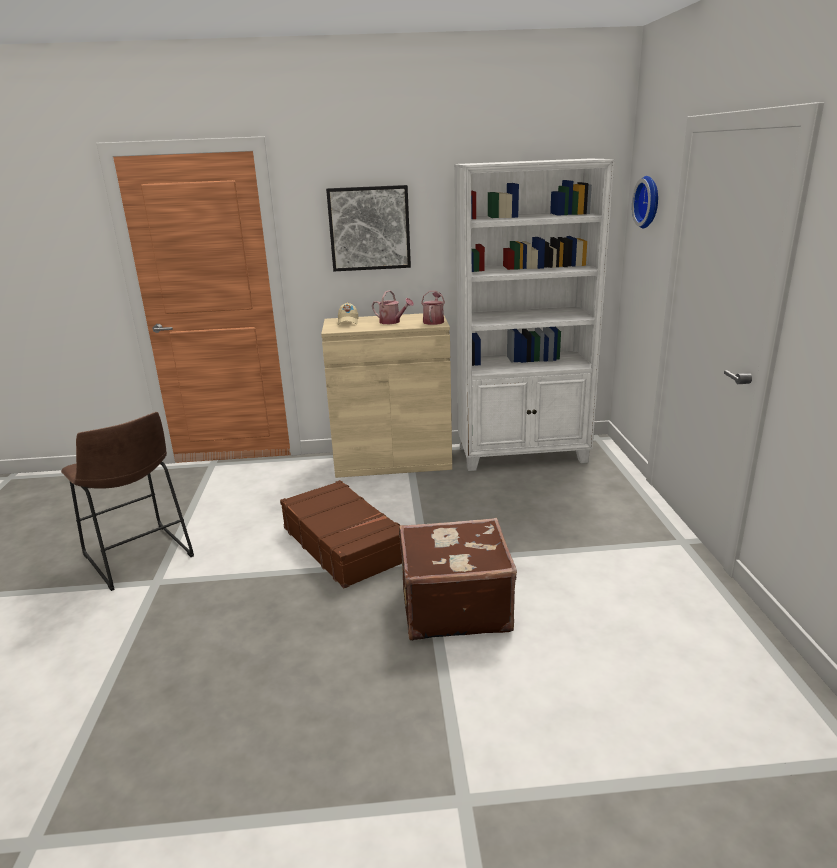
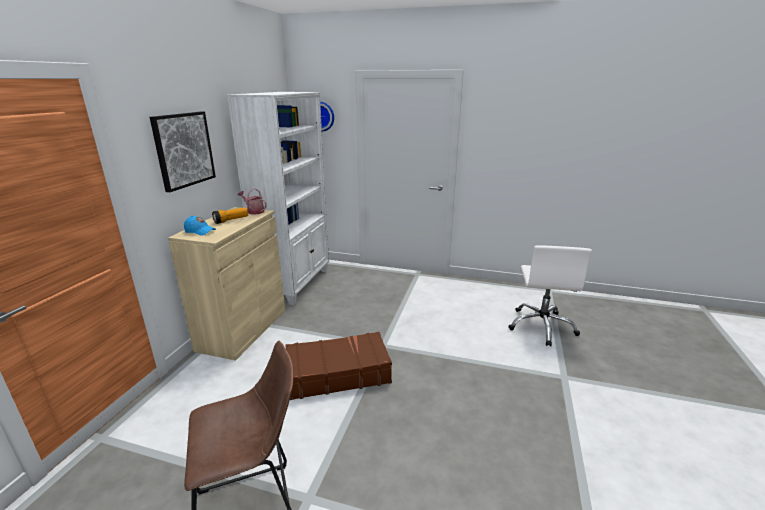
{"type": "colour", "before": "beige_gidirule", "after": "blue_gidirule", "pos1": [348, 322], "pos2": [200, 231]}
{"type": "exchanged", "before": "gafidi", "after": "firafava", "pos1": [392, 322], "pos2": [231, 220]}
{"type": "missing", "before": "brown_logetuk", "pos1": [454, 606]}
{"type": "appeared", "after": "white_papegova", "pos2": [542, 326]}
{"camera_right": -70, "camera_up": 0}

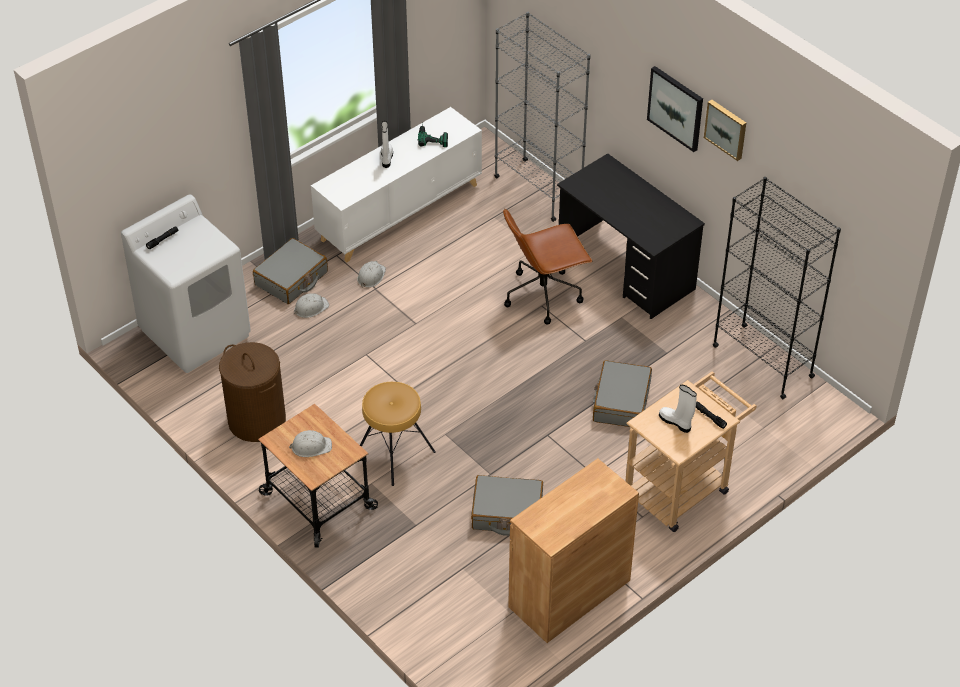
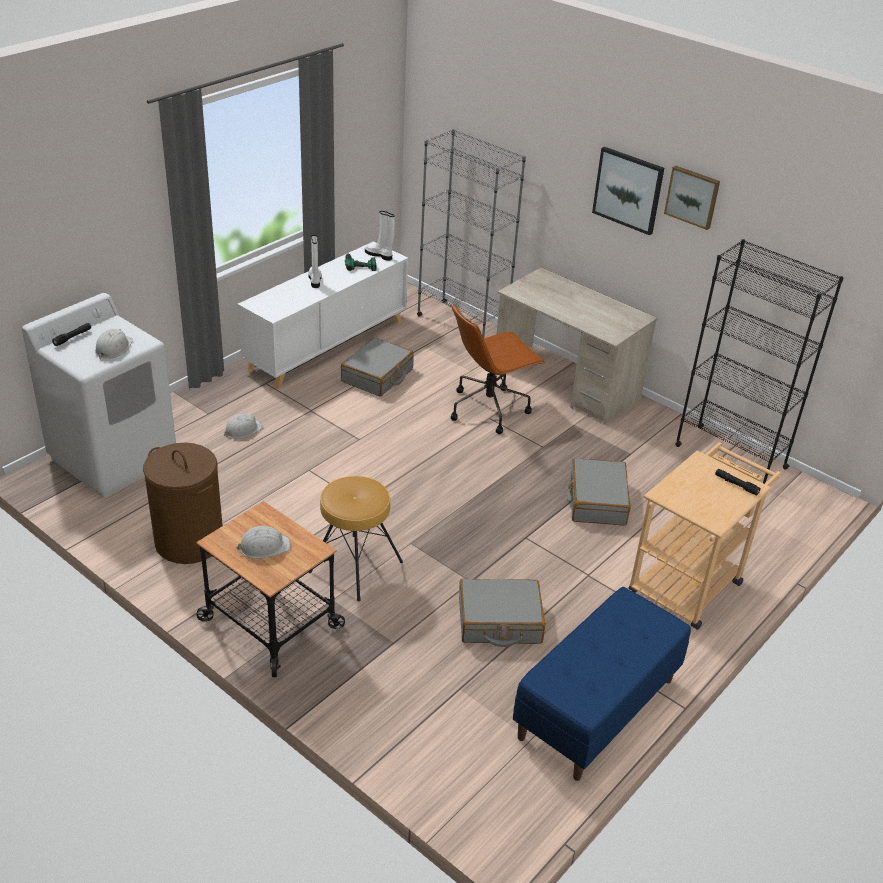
{"type": "relocated", "before": "grey_logetuk", "pos1": [291, 279], "pos2": [377, 376]}
{"type": "relocated", "before": "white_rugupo", "pos1": [371, 276], "pos2": [113, 348]}
{"type": "exchanged", "before": "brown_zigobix", "after": "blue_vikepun", "pos1": [569, 593], "pos2": [596, 709]}
{"type": "colour", "before": "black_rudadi", "after": "beige_rudadi", "pos1": [625, 268], "pos2": [566, 383]}
{"type": "relocated", "before": "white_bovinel", "pos1": [676, 422], "pos2": [379, 255]}
{"camera_right": -10, "camera_up": -10}

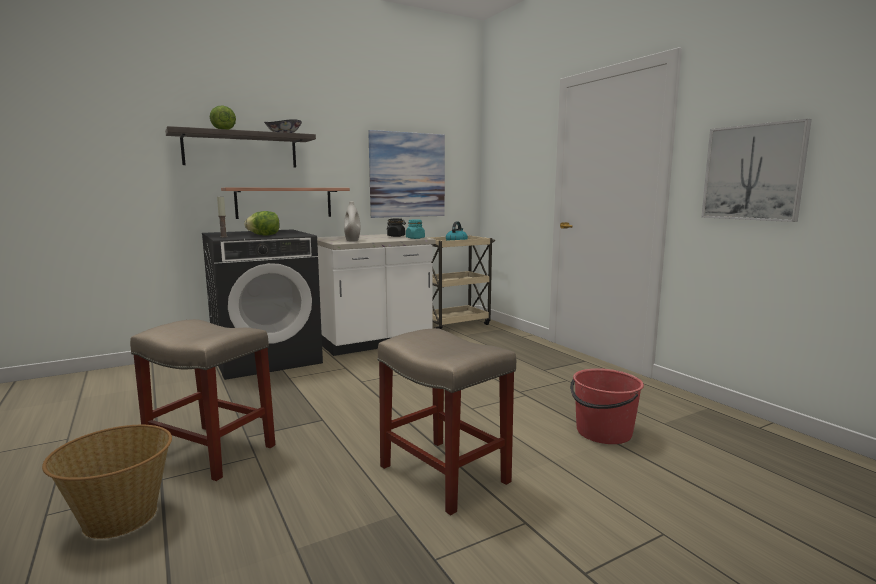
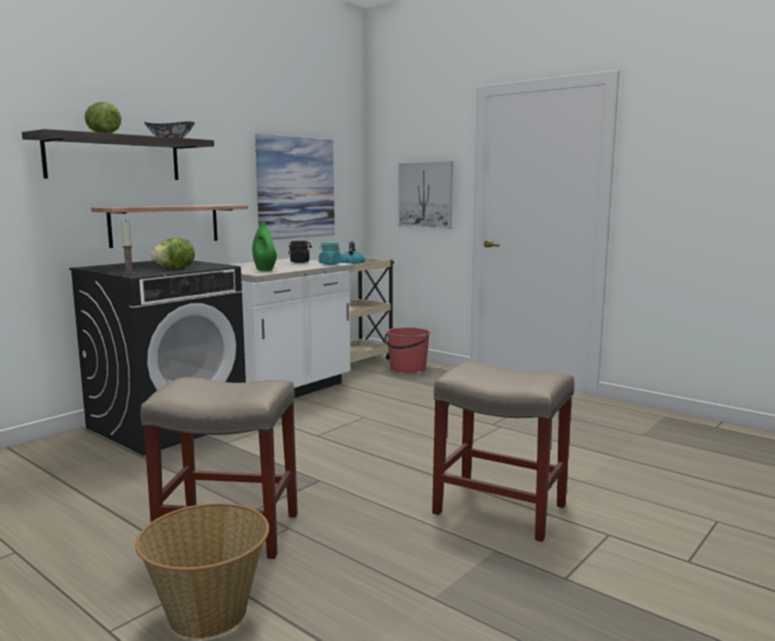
{"type": "colour", "before": "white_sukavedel", "after": "green_sukavedel", "pos1": [352, 240], "pos2": [265, 269]}
{"type": "relocated", "before": "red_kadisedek", "pos1": [603, 432], "pos2": [407, 368]}
{"type": "relocated", "before": "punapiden", "pos1": [753, 172], "pos2": [426, 195]}
{"camera_right": -20, "camera_up": 0}

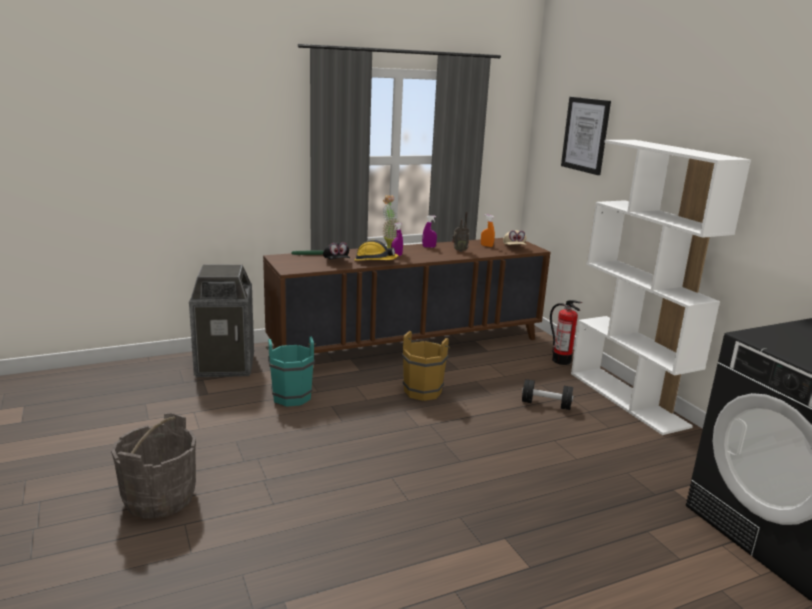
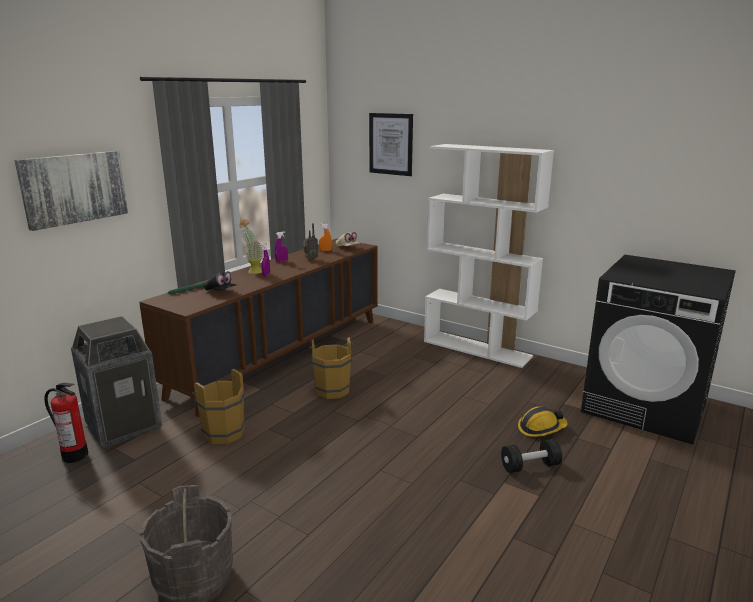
{"type": "colour", "before": "turquoise_kadisedek", "after": "brown_kadisedek", "pos1": [291, 395], "pos2": [222, 432]}
{"type": "relocated", "before": "rugupo", "pos1": [375, 261], "pos2": [541, 428]}
{"type": "relocated", "before": "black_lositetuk", "pos1": [546, 404], "pos2": [530, 466]}
{"type": "relocated", "before": "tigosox", "pos1": [561, 360], "pos2": [75, 455]}
{"type": "appeared", "after": "punapiden", "pos2": [74, 188]}
{"camera_right": -30, "camera_up": 0}

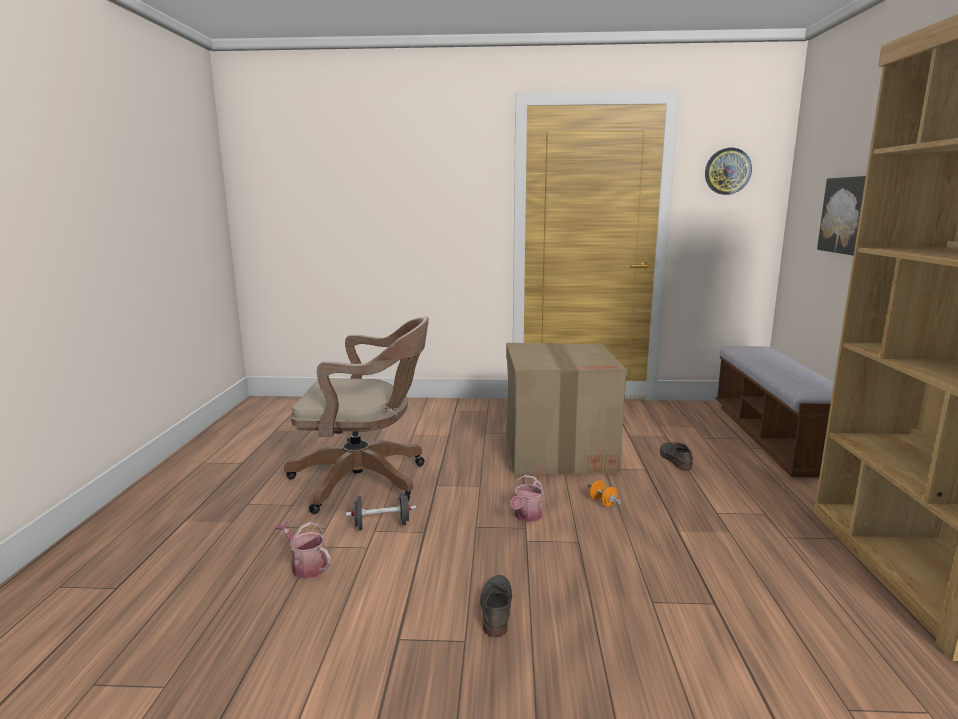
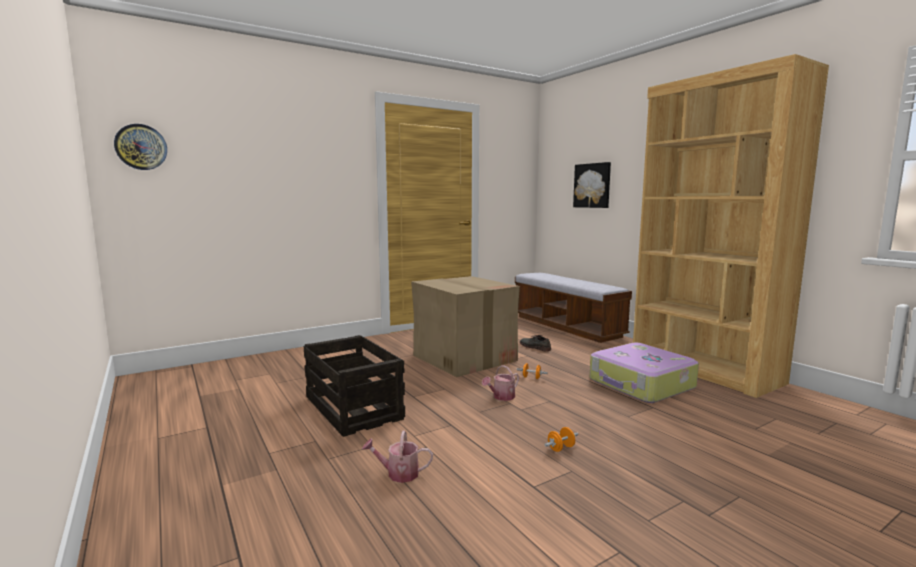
{"type": "exchanged", "before": "brown_papegova", "after": "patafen", "pos1": [366, 481], "pos2": [354, 408]}
{"type": "missing", "before": "black_lositetuk", "pos1": [382, 525]}
{"type": "exchanged", "before": "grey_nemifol", "after": "orange_lositetuk", "pos1": [496, 608], "pos2": [561, 448]}
{"type": "spun", "before": "gafidi", "pos1": [526, 516], "pos2": [501, 397], "turn": 60}
{"type": "relocated", "before": "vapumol", "pos1": [727, 171], "pos2": [141, 147]}
{"type": "appeared", "after": "logetuk", "pos2": [641, 384]}
{"camera_right": -35, "camera_up": -5}

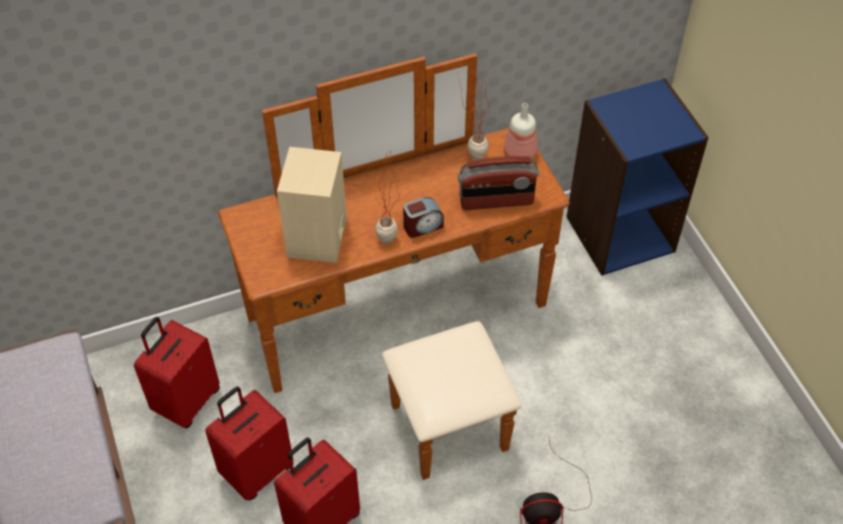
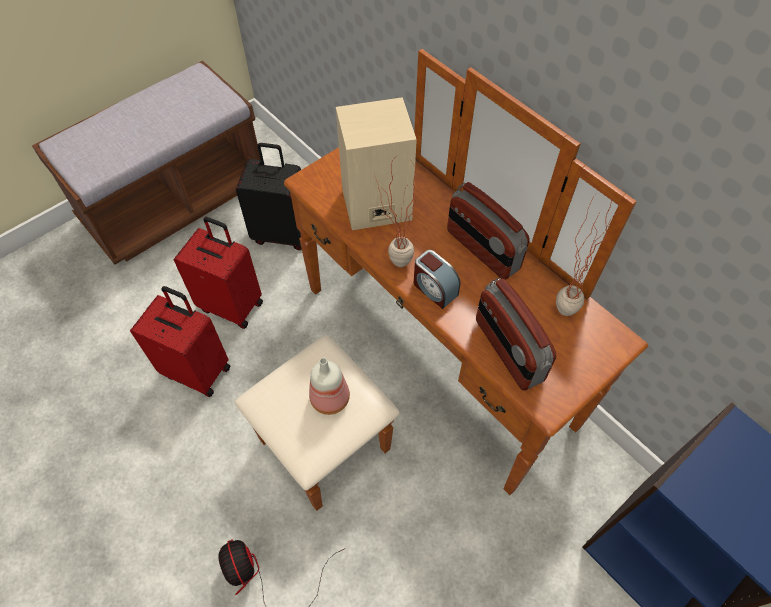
{"type": "colour", "before": "red_logetuk", "after": "black_logetuk", "pos1": [186, 401], "pos2": [282, 233]}
{"type": "relocated", "before": "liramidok", "pos1": [520, 154], "pos2": [331, 398]}
{"type": "appeared", "after": "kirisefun", "pos2": [482, 250]}
{"camera_right": 70, "camera_up": 5}

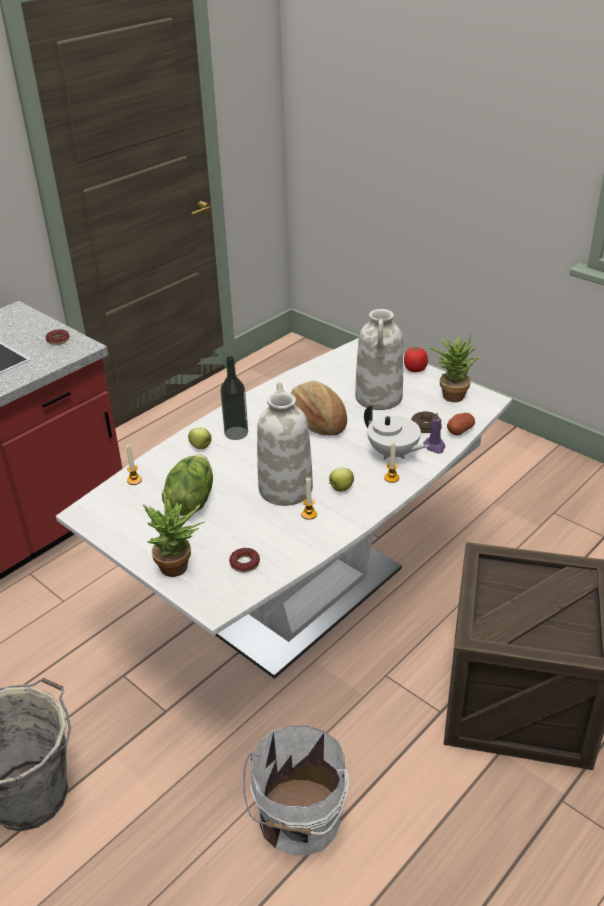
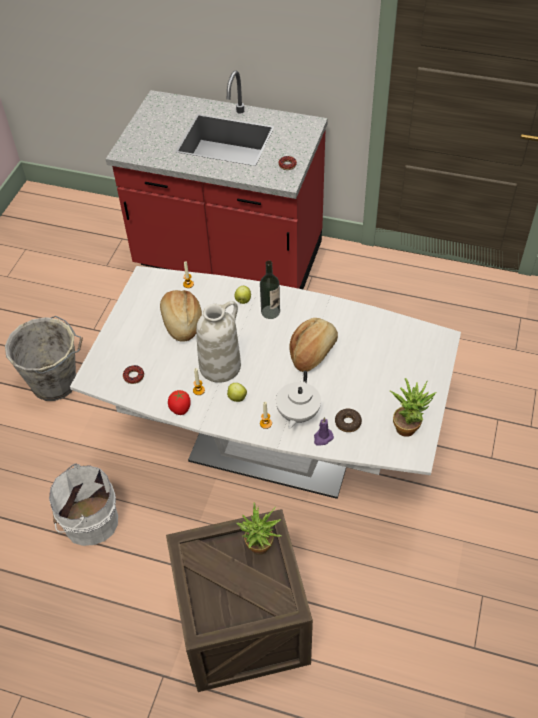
{"type": "relocated", "before": "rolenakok", "pos1": [179, 568], "pos2": [260, 549]}
{"type": "exchanged", "before": "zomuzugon", "after": "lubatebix", "pos1": [190, 501], "pos2": [181, 322]}
{"type": "missing", "before": "white_sukavedel", "pos1": [379, 398]}
{"type": "relocated", "before": "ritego", "pos1": [415, 369], "pos2": [180, 409]}
{"type": "missing", "before": "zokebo", "pos1": [460, 430]}
{"camera_right": 65, "camera_up": 15}

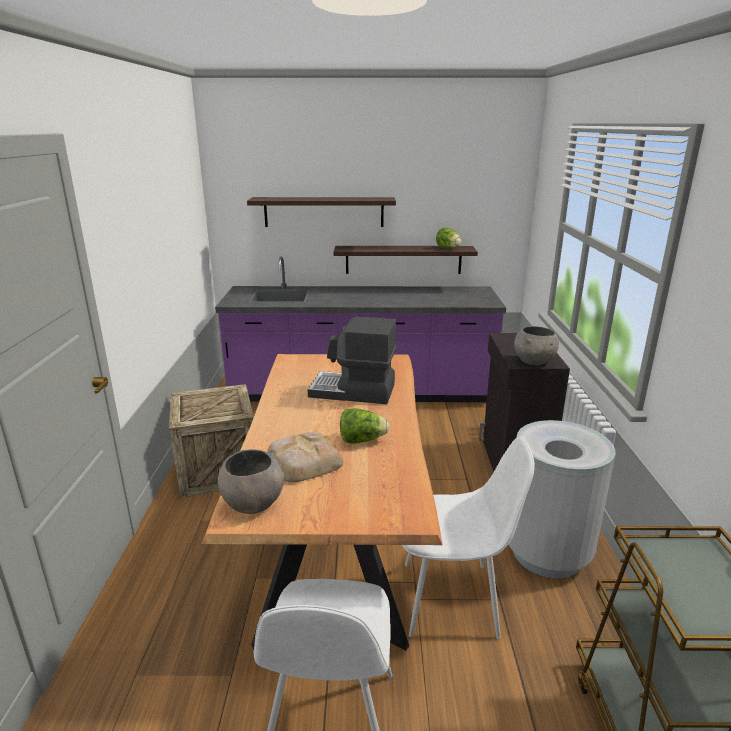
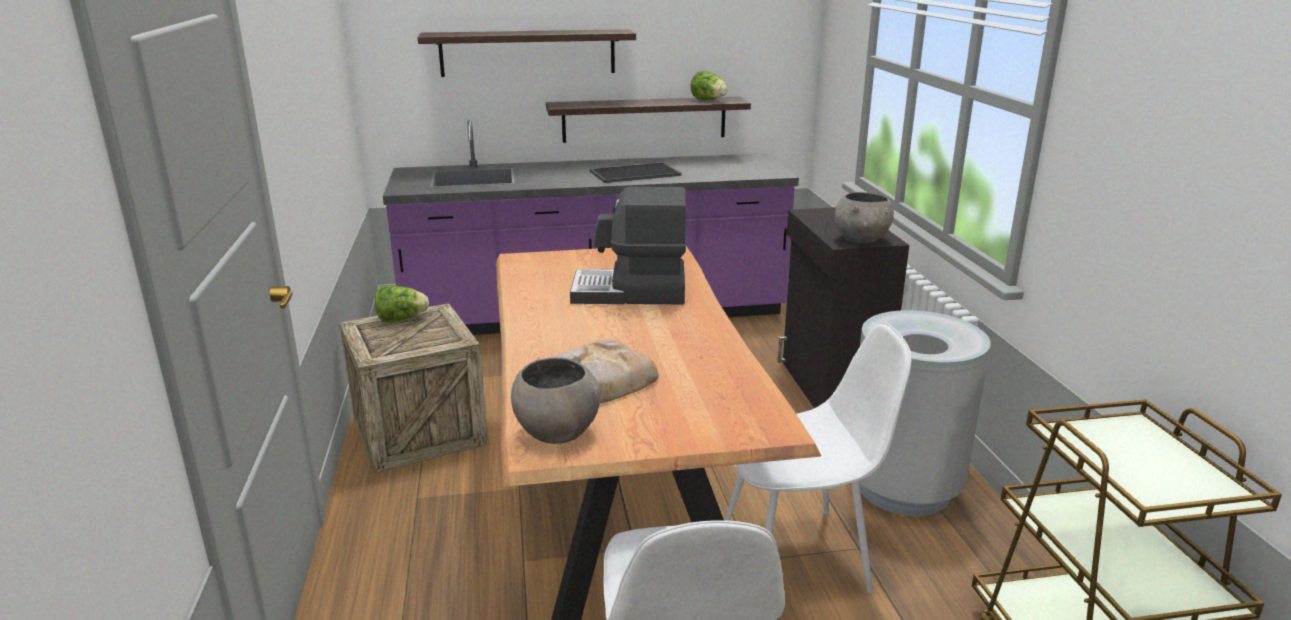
{"type": "relocated", "before": "zomuzugon", "pos1": [362, 440], "pos2": [401, 319]}
{"type": "appeared", "after": "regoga", "pos2": [634, 174]}
{"camera_right": -10, "camera_up": 0}

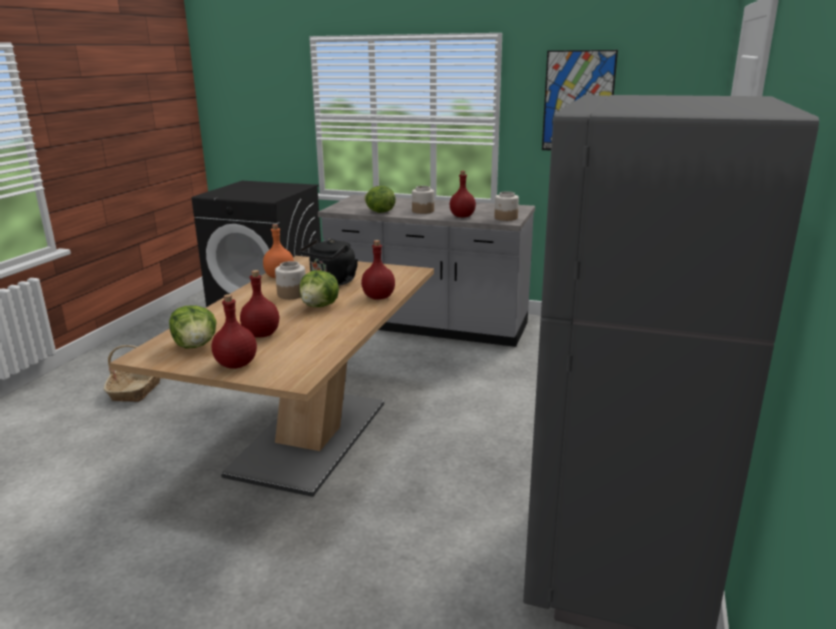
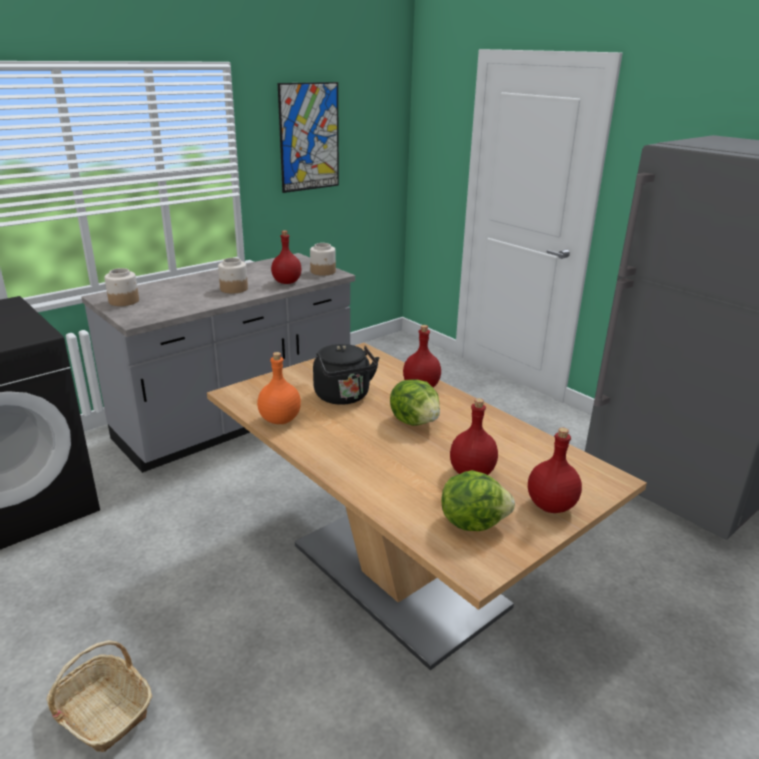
{"type": "relocated", "before": "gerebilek", "pos1": [291, 294], "pos2": [123, 301]}
{"type": "missing", "before": "zomuzugon", "pos1": [379, 212]}
{"camera_right": -60, "camera_up": 5}

